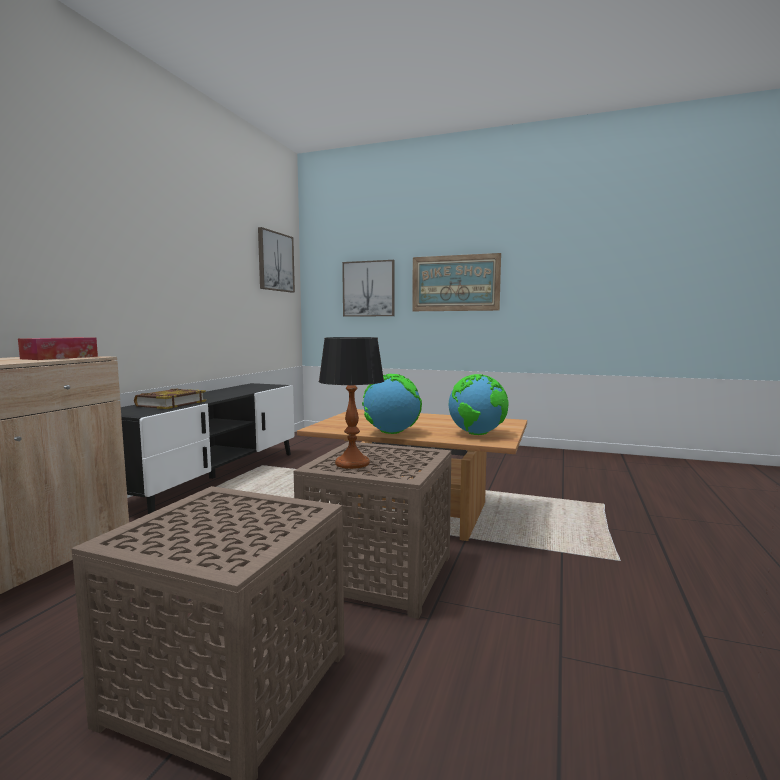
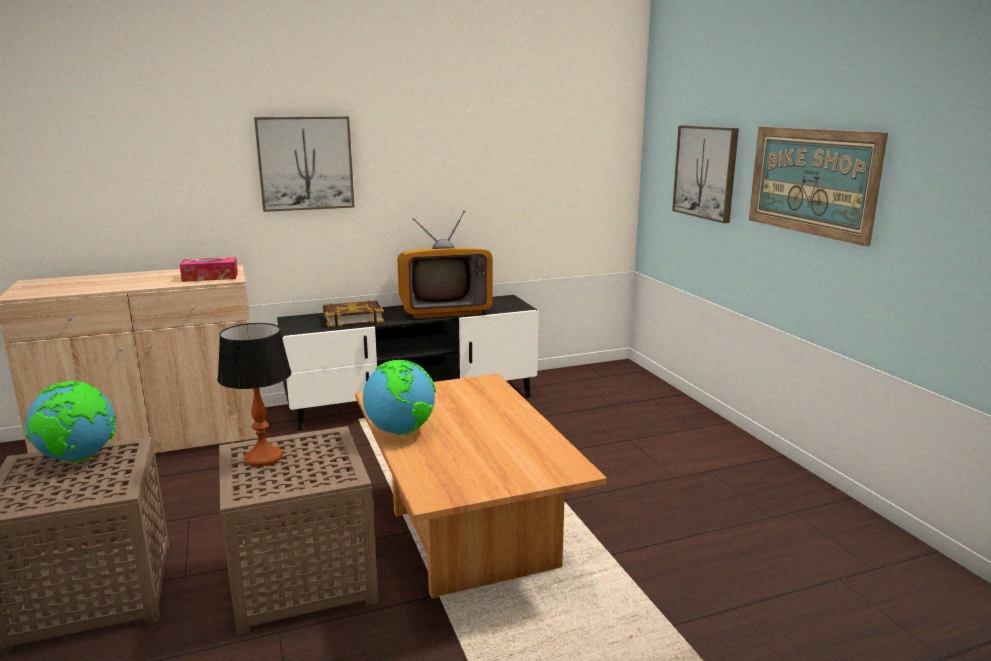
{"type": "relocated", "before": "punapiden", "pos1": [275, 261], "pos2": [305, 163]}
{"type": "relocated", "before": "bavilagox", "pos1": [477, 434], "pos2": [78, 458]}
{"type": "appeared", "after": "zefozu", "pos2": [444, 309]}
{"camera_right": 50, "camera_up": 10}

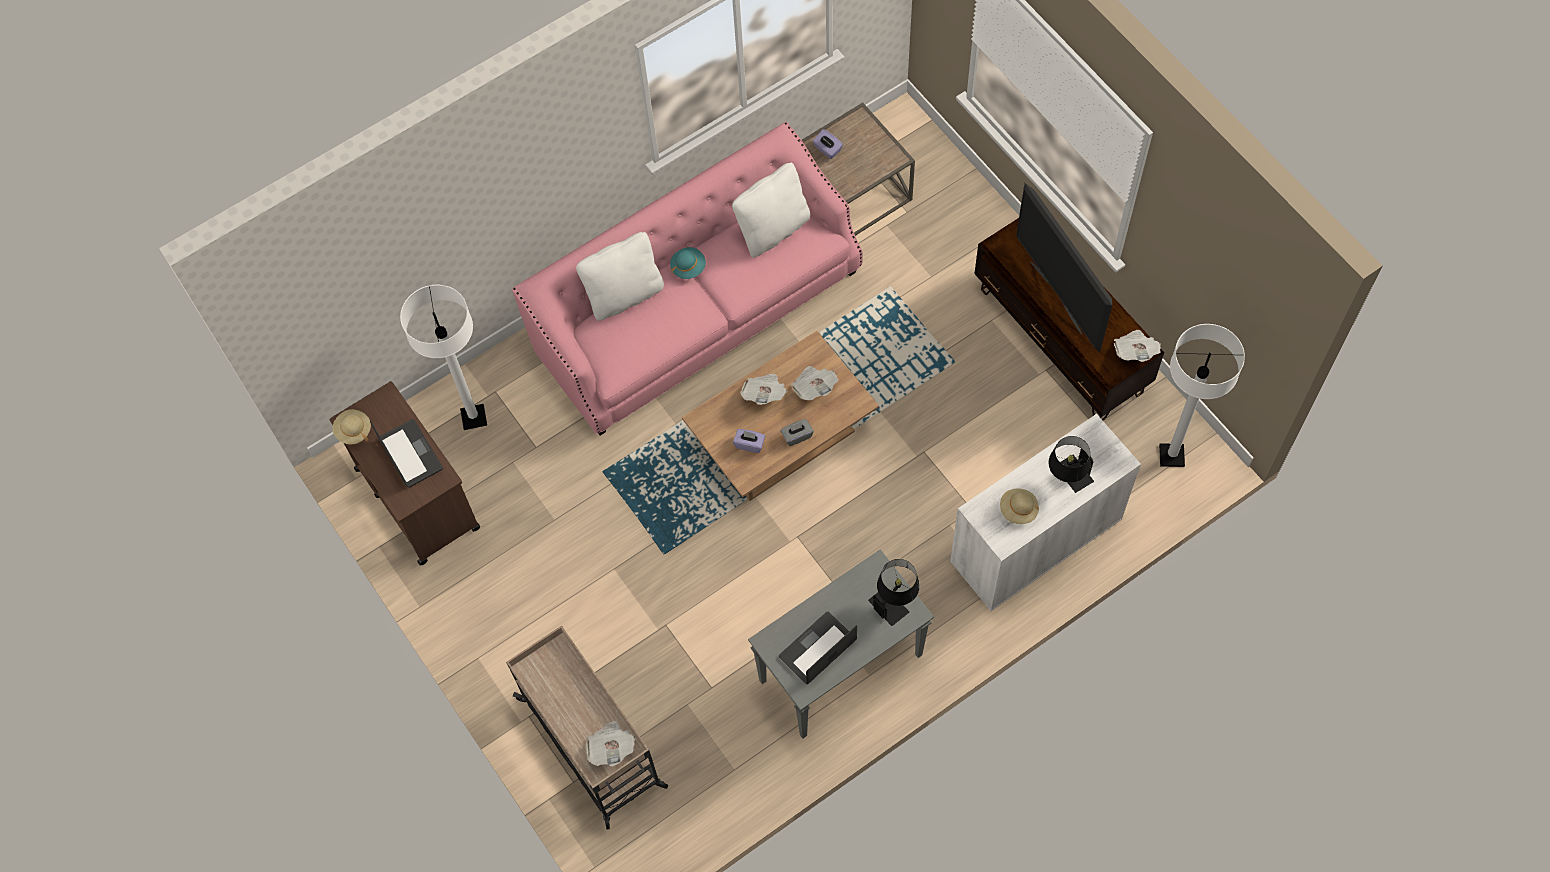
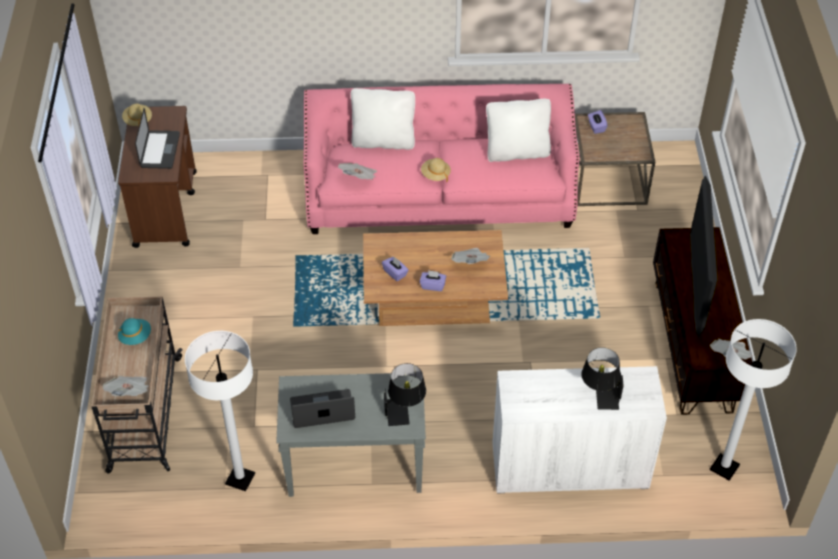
{"type": "relocated", "before": "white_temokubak", "pos1": [474, 417], "pos2": [240, 479]}
{"type": "relocated", "before": "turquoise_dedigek", "pos1": [688, 267], "pos2": [135, 337]}
{"type": "relocated", "before": "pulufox", "pos1": [764, 394], "pos2": [359, 178]}
{"type": "colour", "before": "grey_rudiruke", "after": "purple_rudiruke", "pos1": [797, 436], "pos2": [433, 285]}
{"type": "relocated", "before": "beige_dedigek", "pos1": [1018, 510], "pos2": [435, 175]}
{"camera_right": 30, "camera_up": -15}

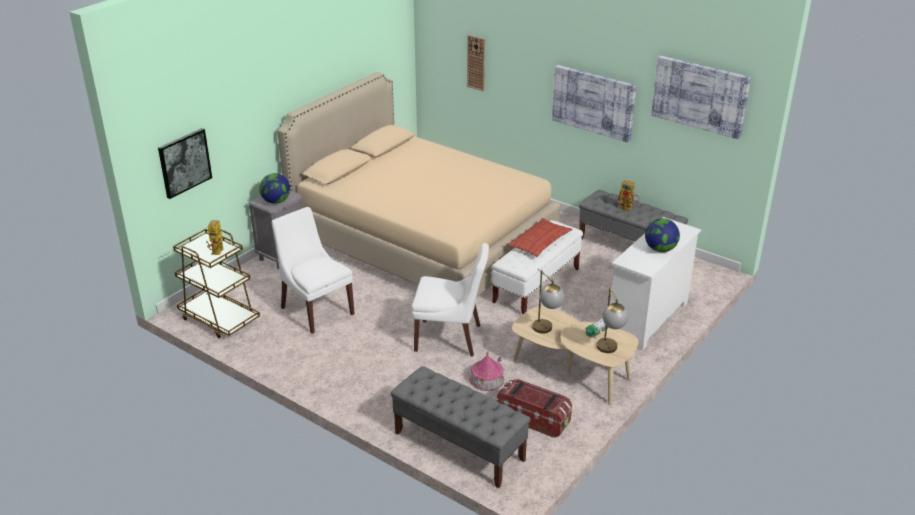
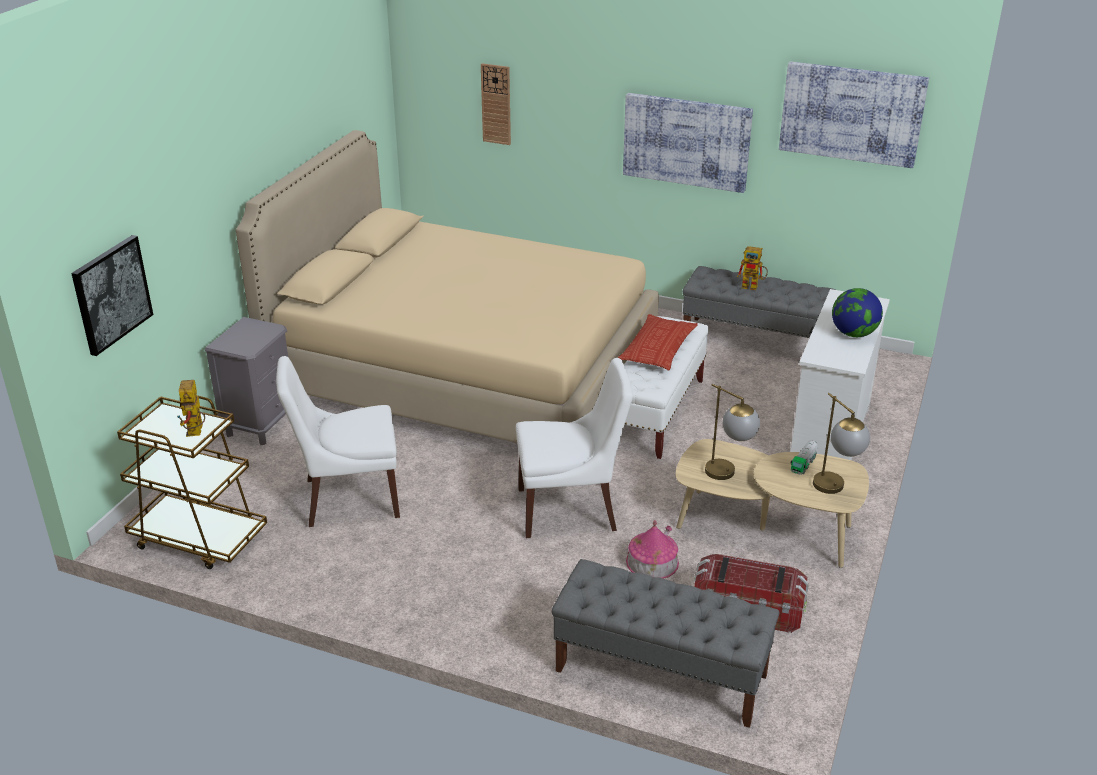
{"type": "missing", "before": "bavilagox", "pos1": [276, 201]}
{"type": "spun", "before": "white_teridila", "pos1": [316, 309], "pos2": [348, 498], "turn": -45}
{"camera_right": -15, "camera_up": 0}

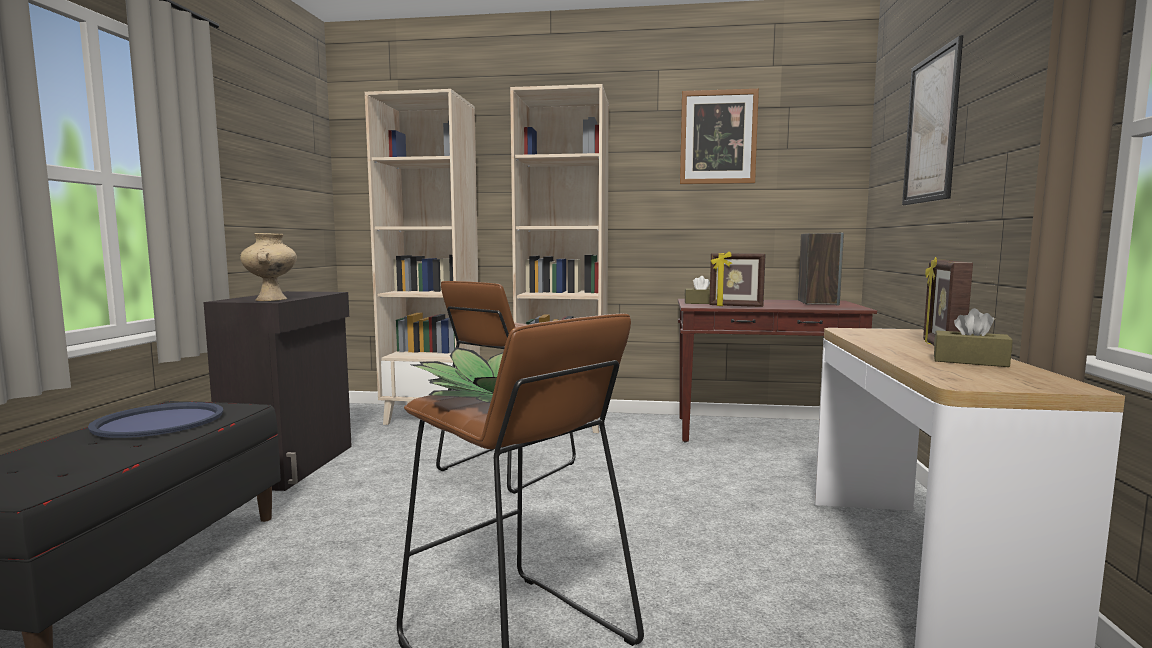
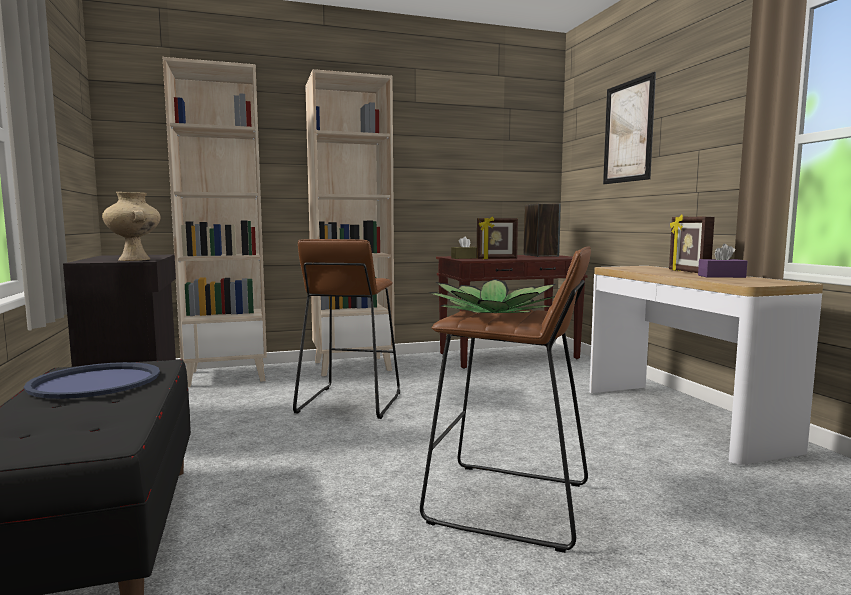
{"type": "missing", "before": "punapiden", "pos1": [718, 137]}
{"type": "colour", "before": "brown_rudiruke", "after": "purple_rudiruke", "pos1": [970, 361], "pos2": [721, 276]}
{"camera_right": -25, "camera_up": 0}

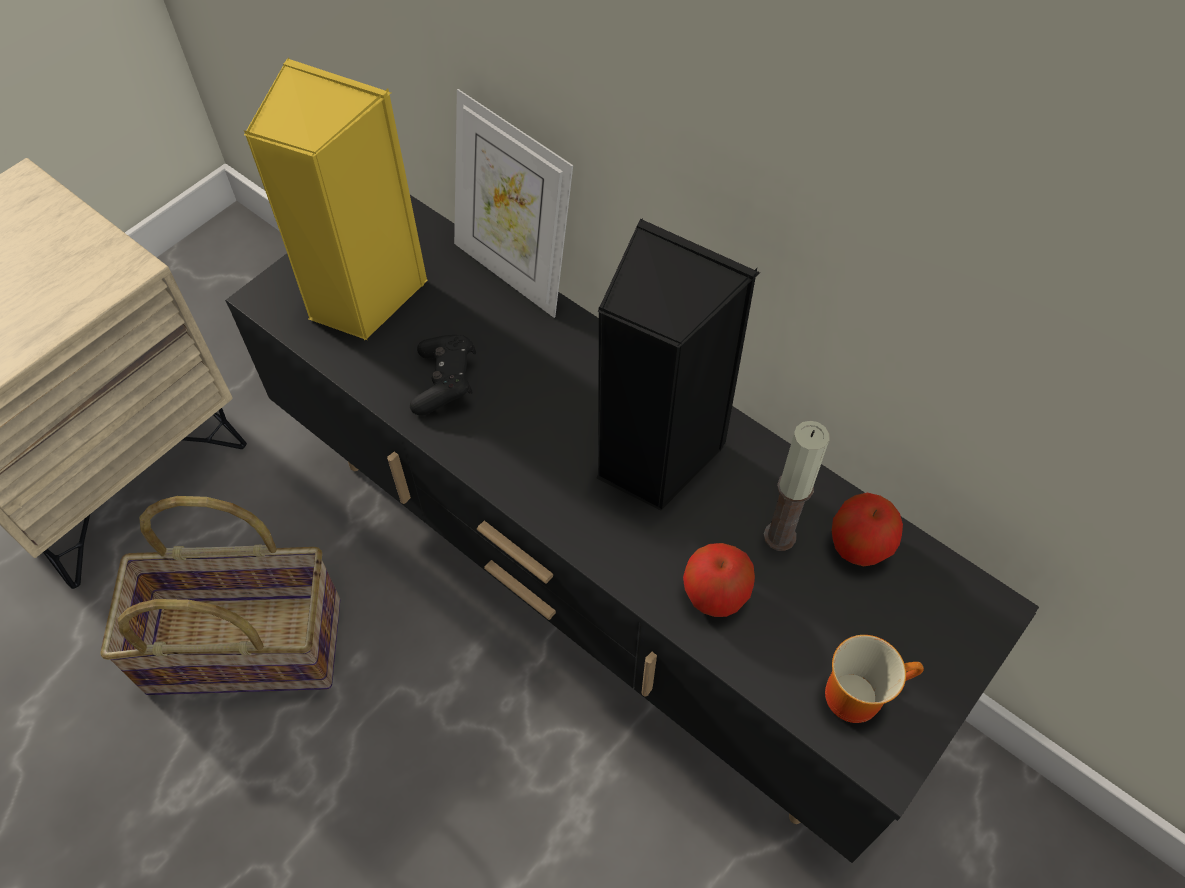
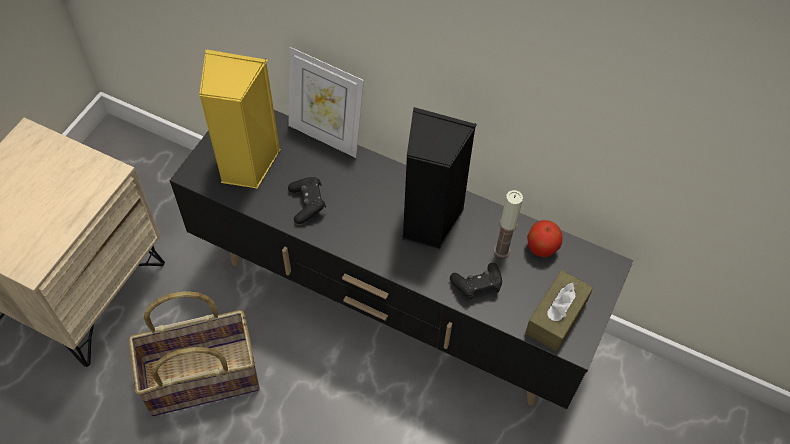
{"type": "exchanged", "before": "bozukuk", "after": "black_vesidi", "pos1": [715, 595], "pos2": [477, 286]}
{"type": "exchanged", "before": "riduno", "after": "brown_rudiruke", "pos1": [858, 690], "pos2": [556, 317]}
{"camera_right": -15, "camera_up": 0}

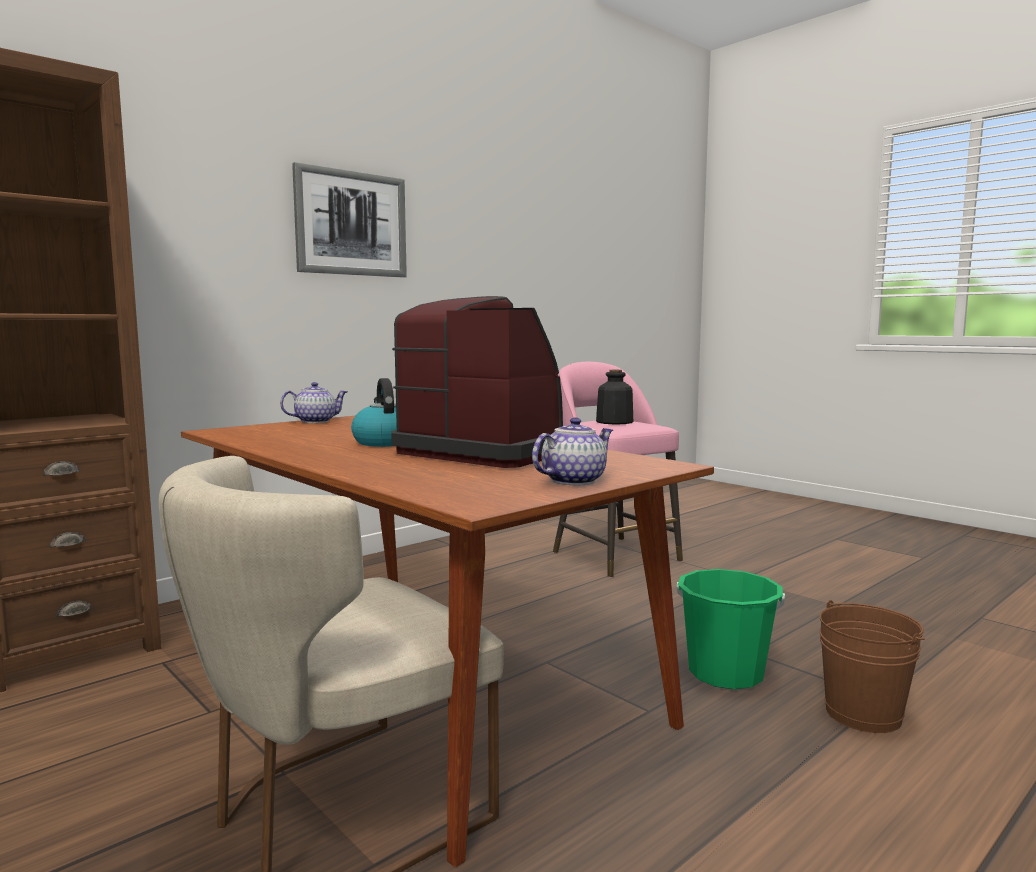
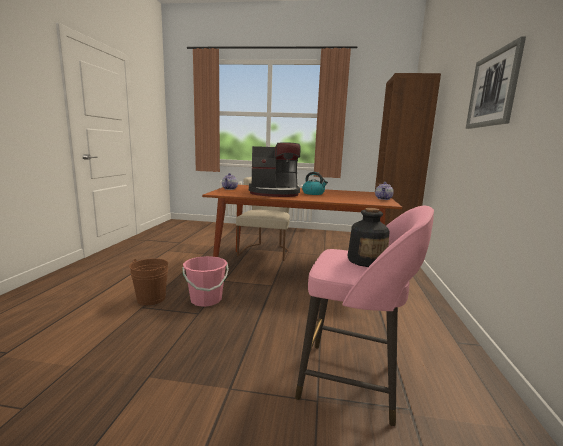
{"type": "colour", "before": "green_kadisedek", "after": "pink_kadisedek", "pos1": [726, 673], "pos2": [206, 300]}
{"camera_right": 140, "camera_up": 5}

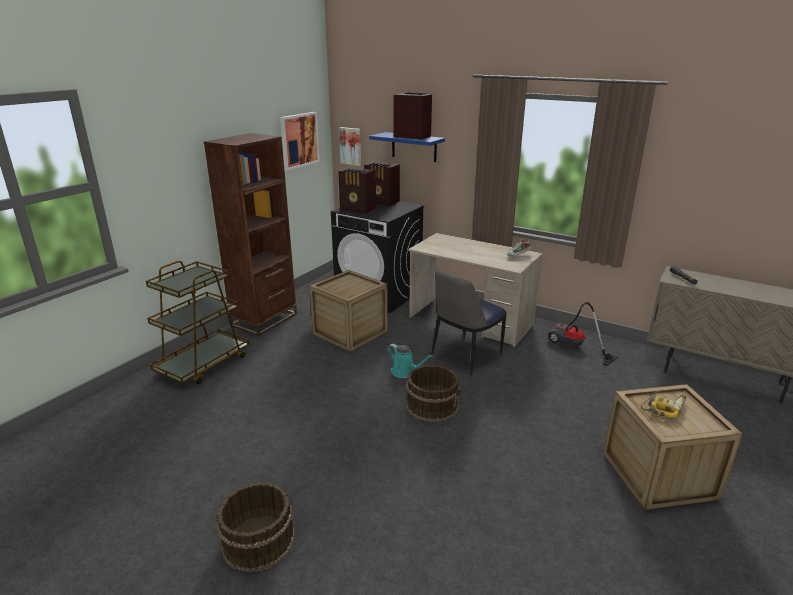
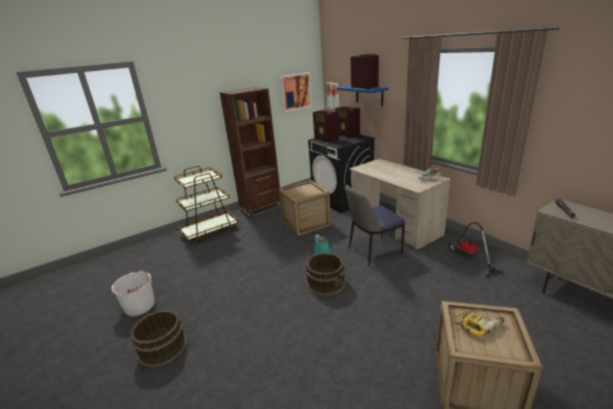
{"type": "appeared", "after": "white_kadisedek", "pos2": [140, 305]}
{"camera_right": 25, "camera_up": 0}

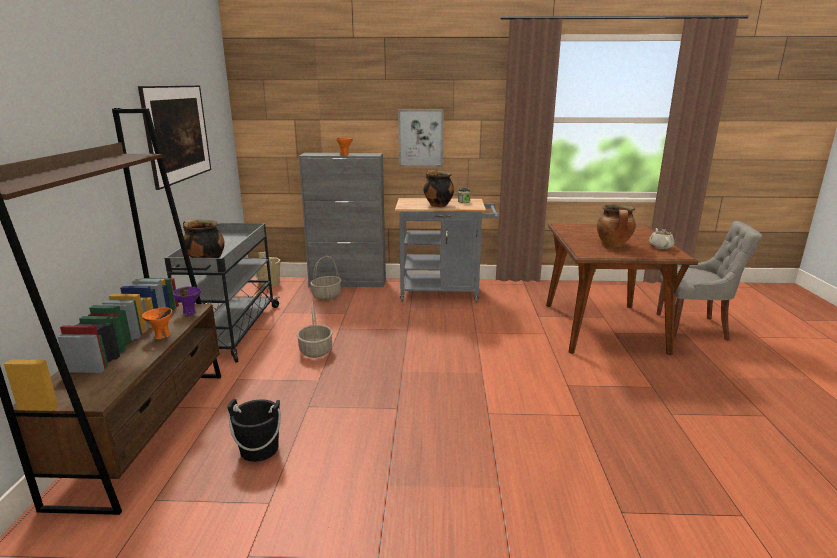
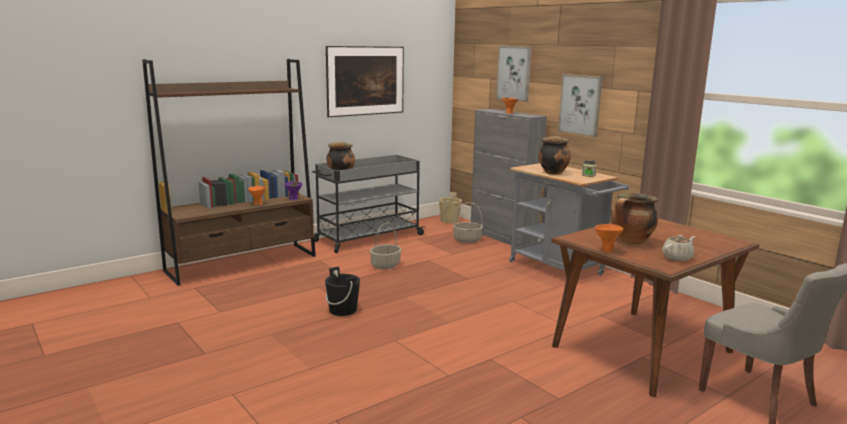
{"type": "relocated", "before": "black_kadisedek", "pos1": [259, 449], "pos2": [343, 310]}
{"type": "appeared", "after": "punapiden", "pos2": [514, 73]}
{"type": "appeared", "after": "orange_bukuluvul", "pos2": [607, 250]}
{"camera_right": 50, "camera_up": -5}

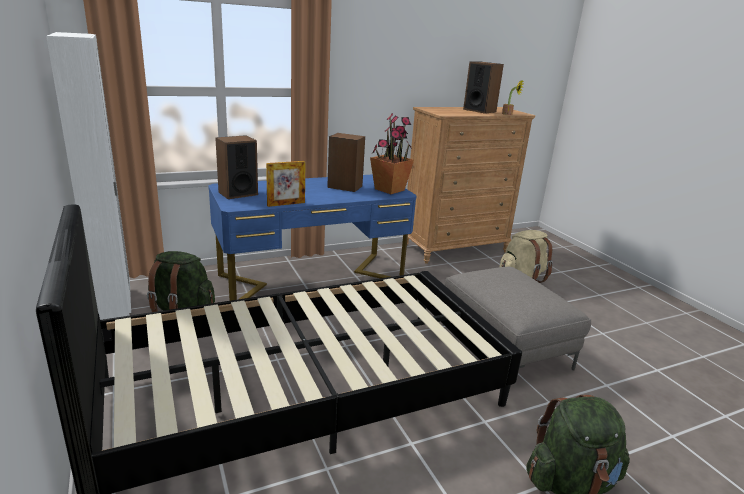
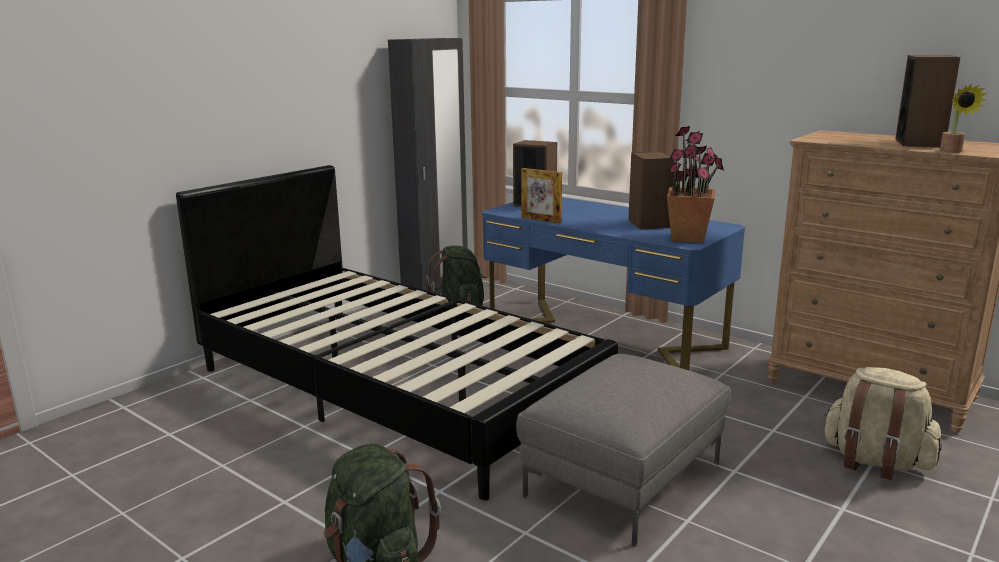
{"type": "colour", "before": "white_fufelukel", "after": "black_fufelukel", "pos1": [115, 305], "pos2": [435, 289]}
{"camera_right": 65, "camera_up": -5}

